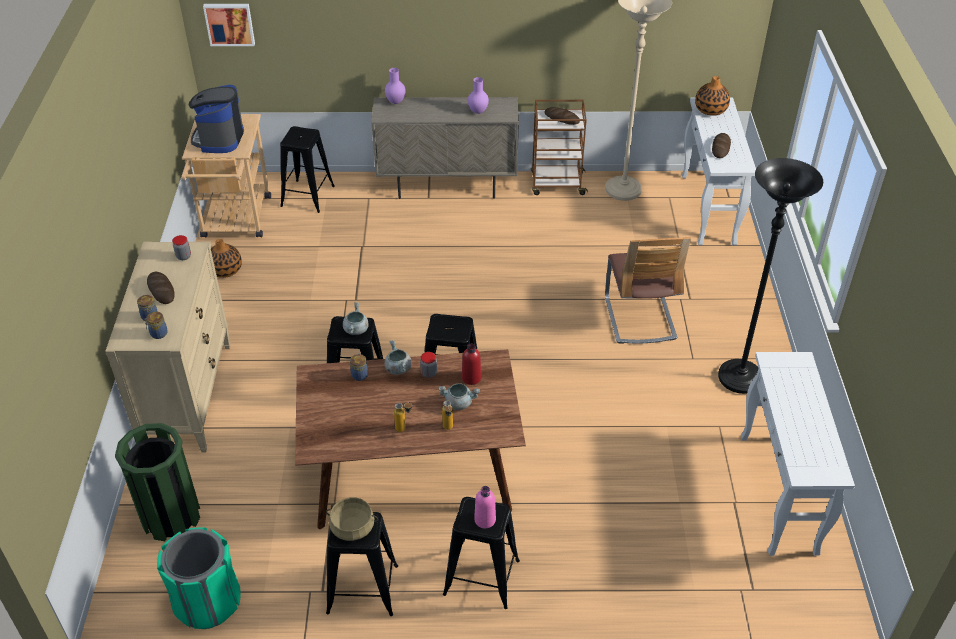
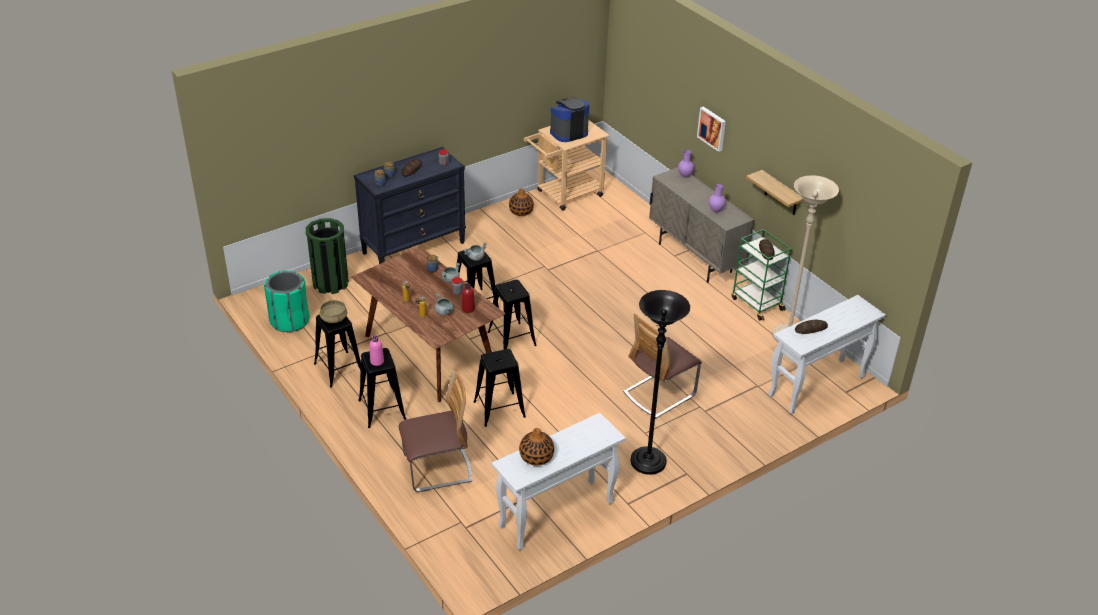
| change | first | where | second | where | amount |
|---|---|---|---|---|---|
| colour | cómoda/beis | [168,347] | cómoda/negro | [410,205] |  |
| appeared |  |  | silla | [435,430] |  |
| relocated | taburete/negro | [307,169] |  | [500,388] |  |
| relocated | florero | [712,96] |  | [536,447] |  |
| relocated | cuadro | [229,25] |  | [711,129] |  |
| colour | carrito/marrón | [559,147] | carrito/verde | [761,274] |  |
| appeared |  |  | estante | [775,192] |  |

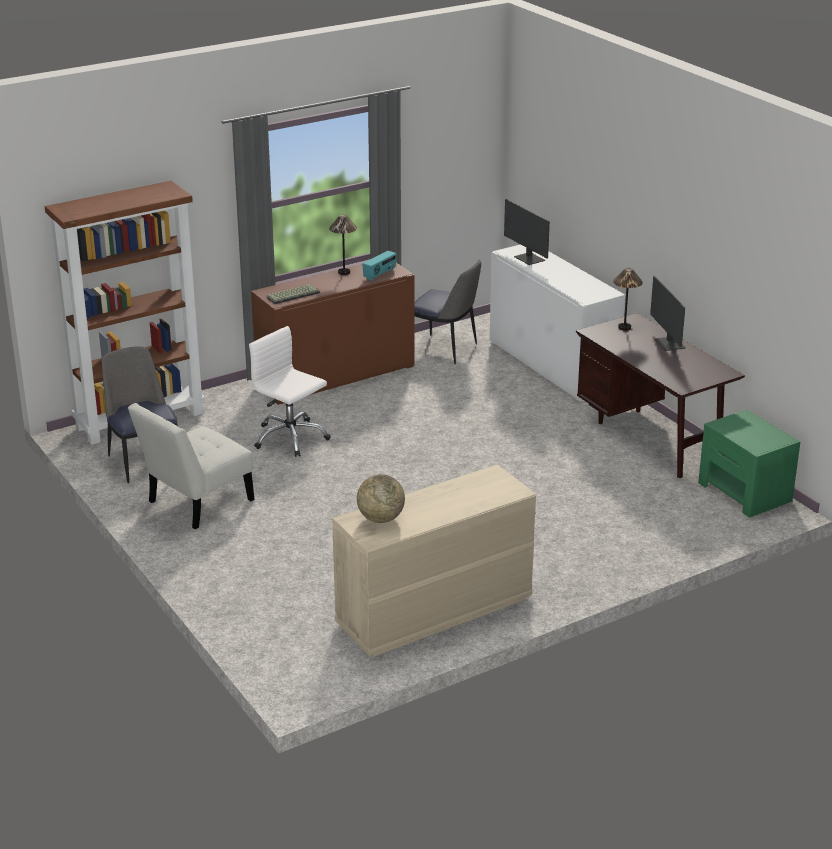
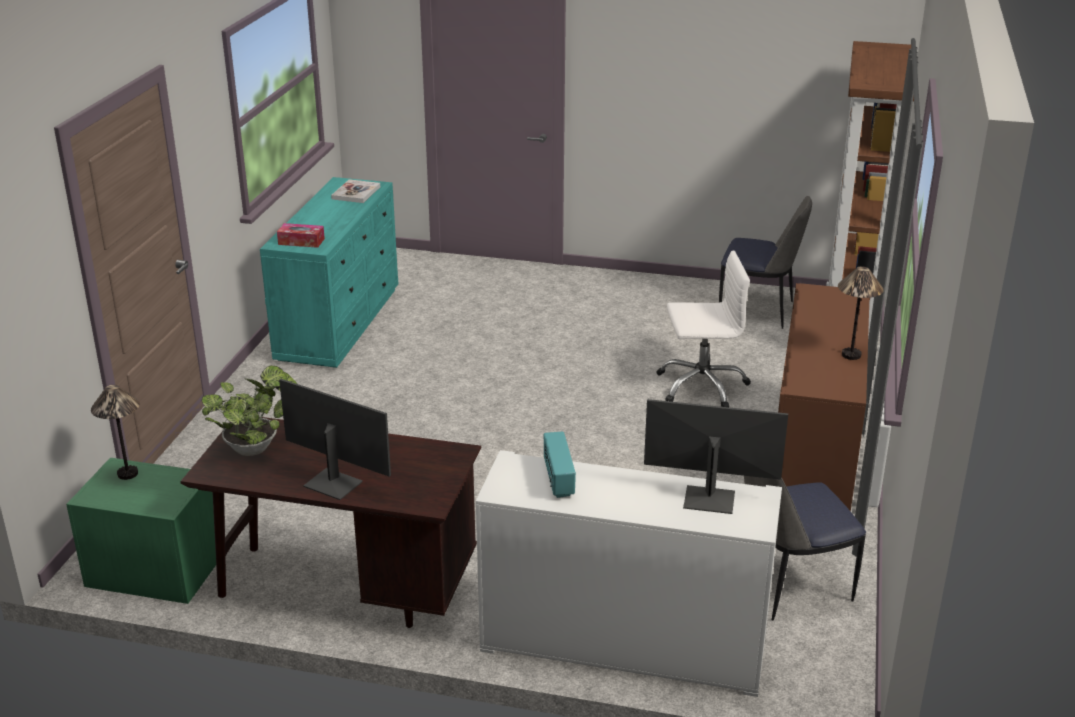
| change | first | where | second | where | amount |
|---|---|---|---|---|---|
| relocated | lámpara de mesa | [628,299] |  | [115,432] |  |
| appeared |  |  | planta en maceta | [249,410] |  |
| colour | cómoda/beis | [434,560] | cómoda/turquesa | [329,272] |  |
| appeared |  |  | caja de pañuelos | [301,235] |  |
| exchanged | globo terráqueo | [381,498] | libro | [355,191] |  |
| relocated | radio | [379,266] |  | [560,465] |  |
| missing | silla/blanco | [191,466] |  |  |  |
| missing | teclado | [293,294] |  |  |  |

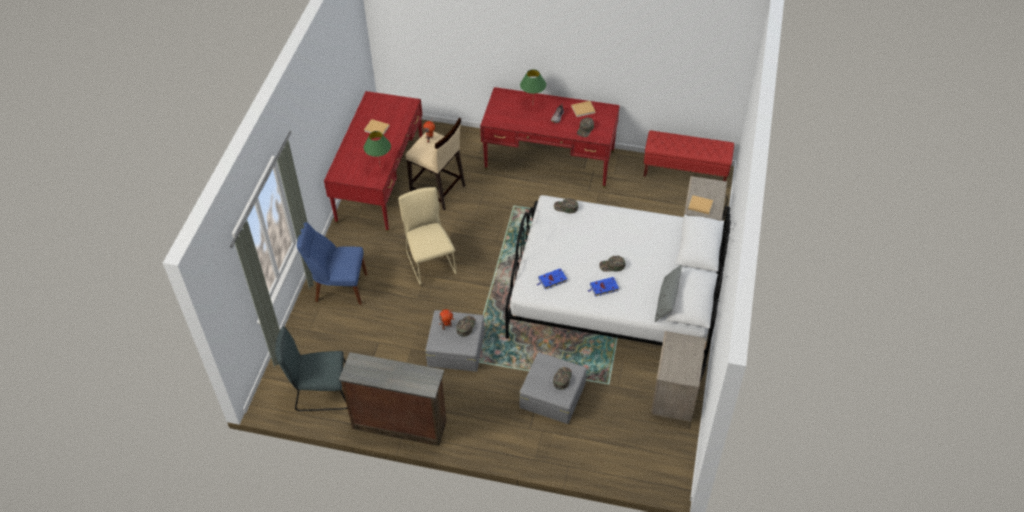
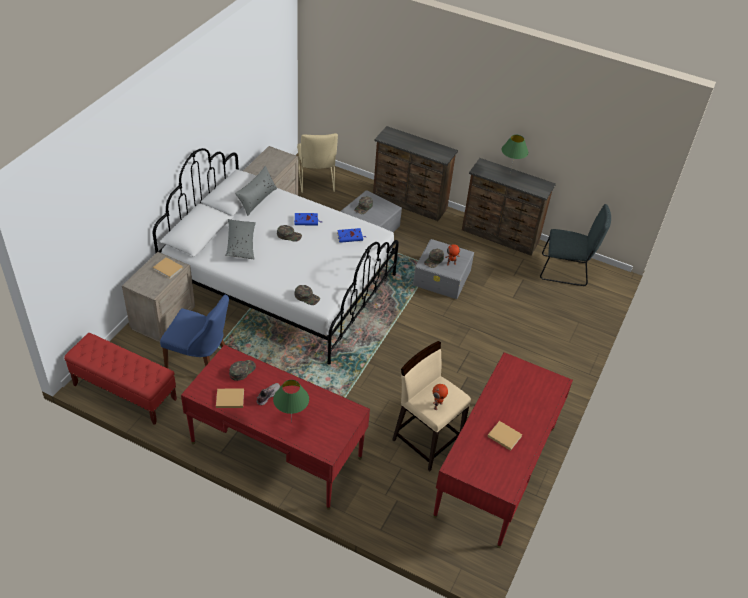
| change | first | where | second | where | amount |
|---|---|---|---|---|---|
| relocated | silla/azul | [332,263] |  | [194,331] |  |
| appeared |  |  | cojín/gris | [240,239] |  |
| relocated | silla/beis | [427,236] |  | [317,163] |  |
| appeared |  |  | cómoda/marrón | [415,173] |  |
| relocated | lámpara de mesa/verde | [377,147] |  | [515,154] |  |

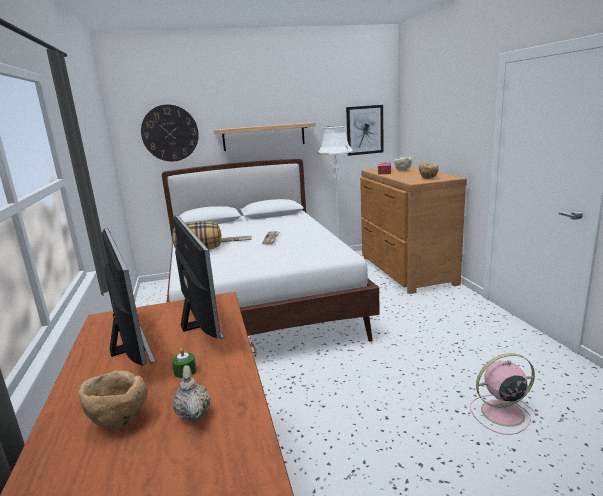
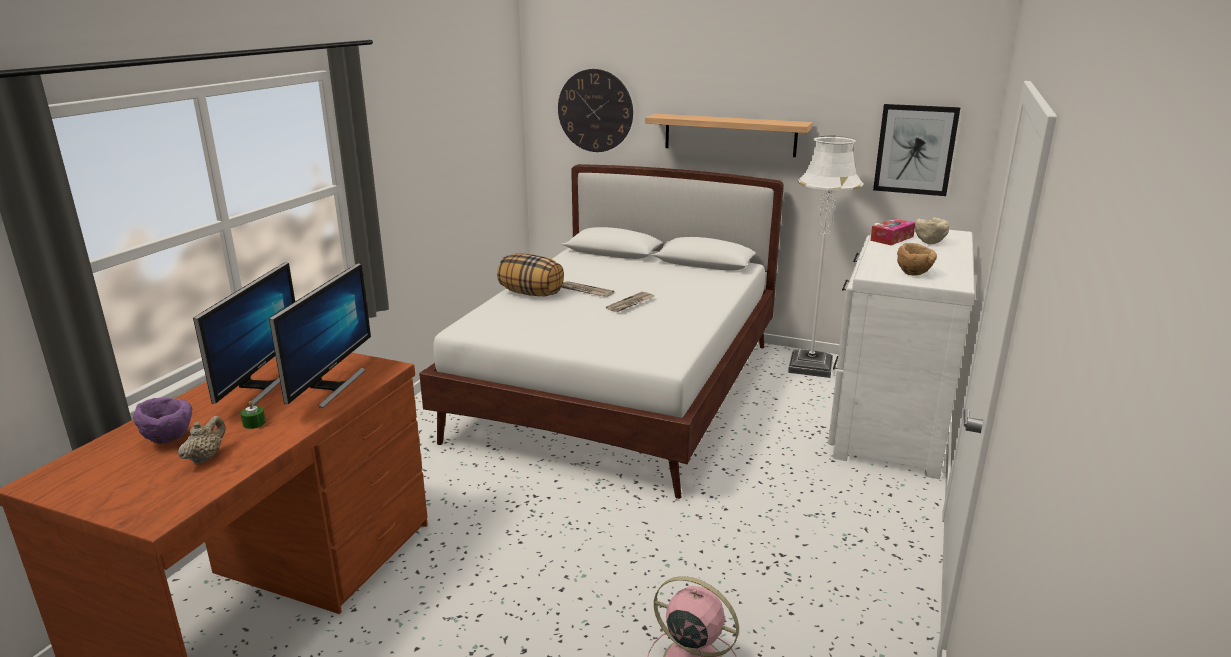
| change | first | where | second | where | amount |
|---|---|---|---|---|---|
| colour | cuenco/marrón | [113,399] | cuenco/morado | [162,421] |  |
| colour | cómoda/marrón | [413,230] | cómoda/blanco | [901,351] |  |

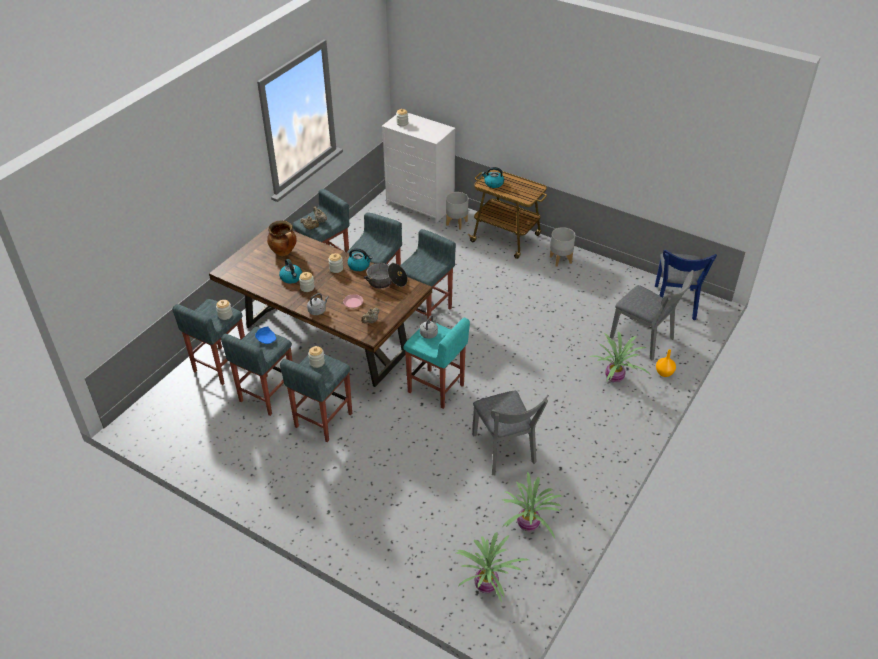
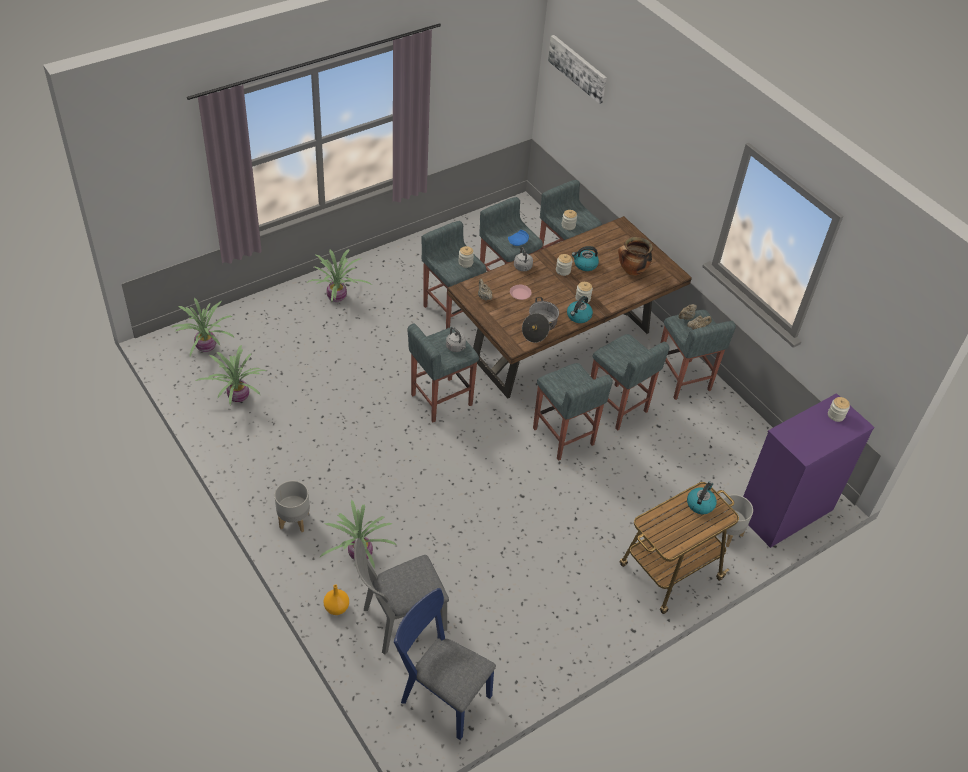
| change | first | where | second | where | amount |
|---|---|---|---|---|---|
| relocated | maceta/gris | [562,247] |  | [292,506] |  |
| appeared |  |  | planta en maceta | [339,275] |  |
| colour | taburete/turquesa | [437,363] | taburete/gris | [443,372] |  |
| appeared |  |  | cuadro | [577,69] |  |
| colour | cómoda/blanco | [419,167] | cómoda/morado | [809,470] |  |
| missing | silla/gris | [510,433] |  |  |  |

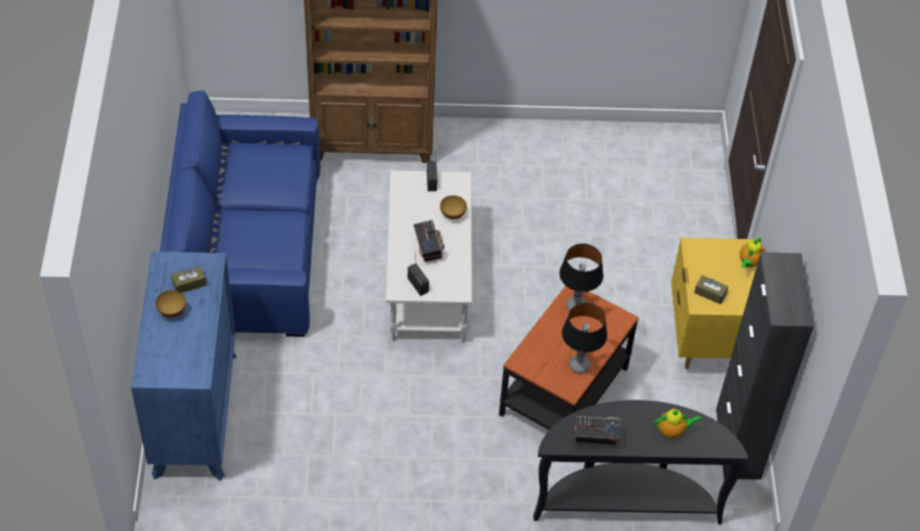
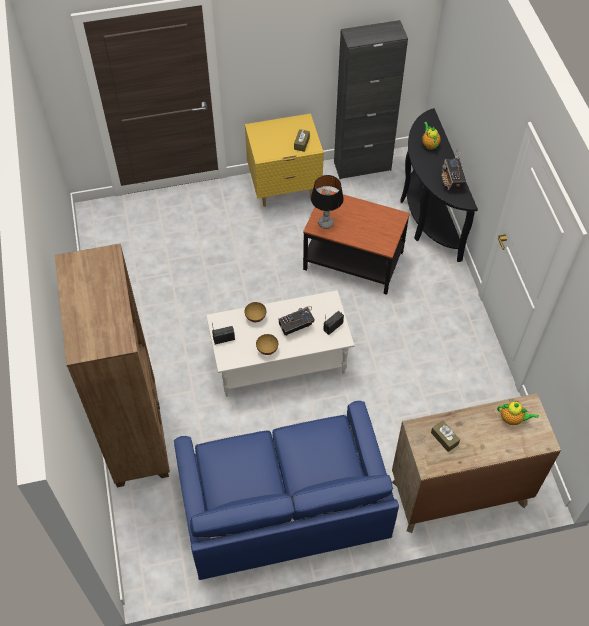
| change | first | where | second | where | amount |
|---|---|---|---|---|---|
| relocated | cuenco | [171,304] |  | [267,344] |  |
| colour | cómoda/azul | [184,366] | cómoda/marrón | [476,463] |  |
| relocated | tetera | [752,252] |  | [518,413] |  |
| missing | lámpara de mesa | [584,338] |  |  |  |

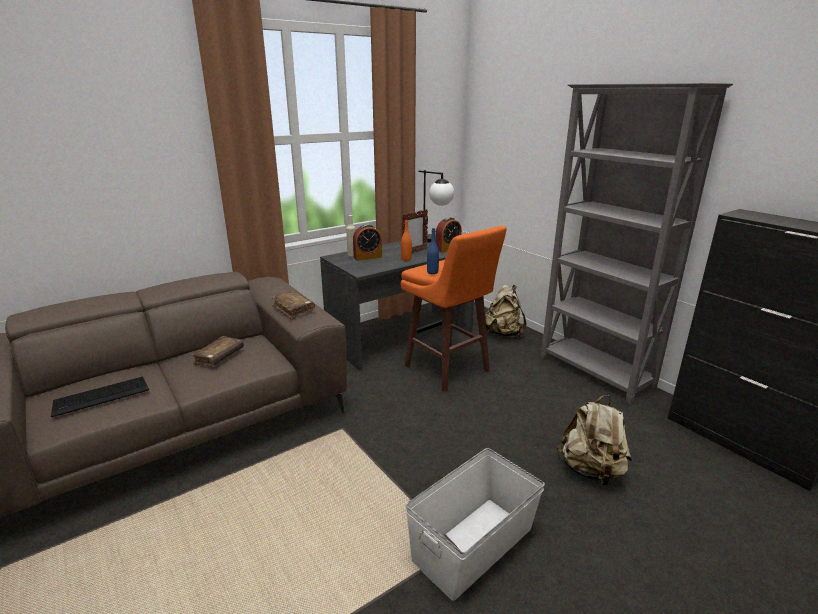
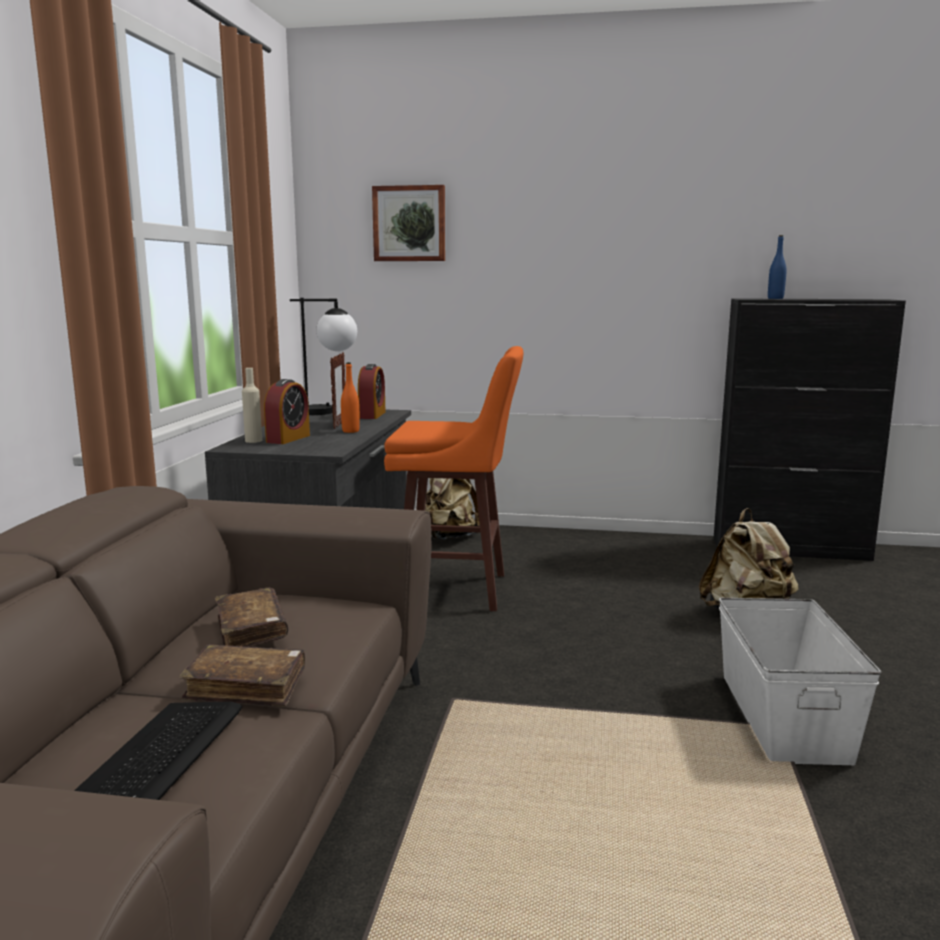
| change | first | where | second | where | amount |
|---|---|---|---|---|---|
| relocated | libro/marrón | [293,305] |  | [242,675] |  |
| appeared |  |  | cuadro | [408,223] |  |
| relocated | botella/azul | [433,251] |  | [777,267] |  |
| missing | estantería/gris | [637,243] |  |  |  |

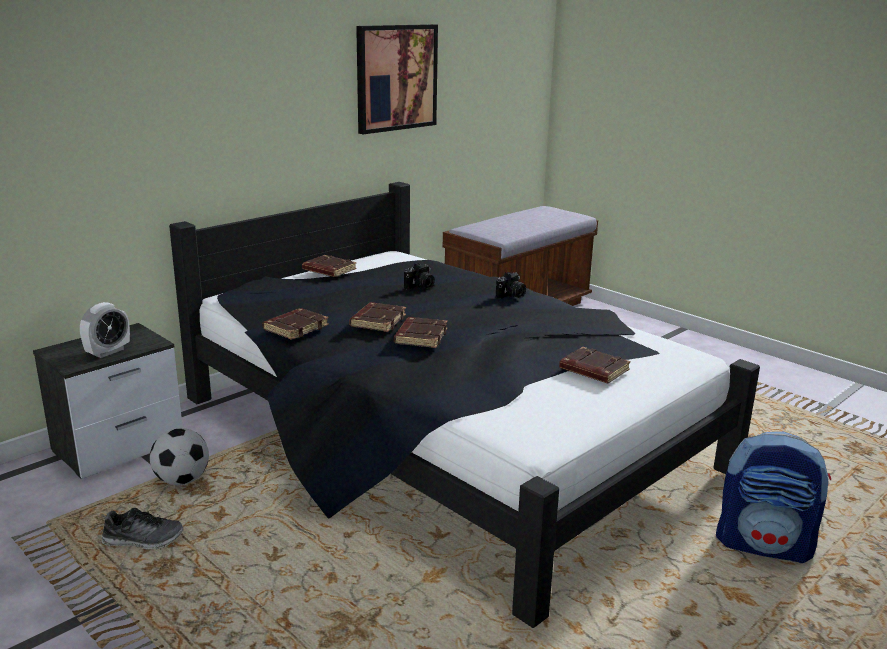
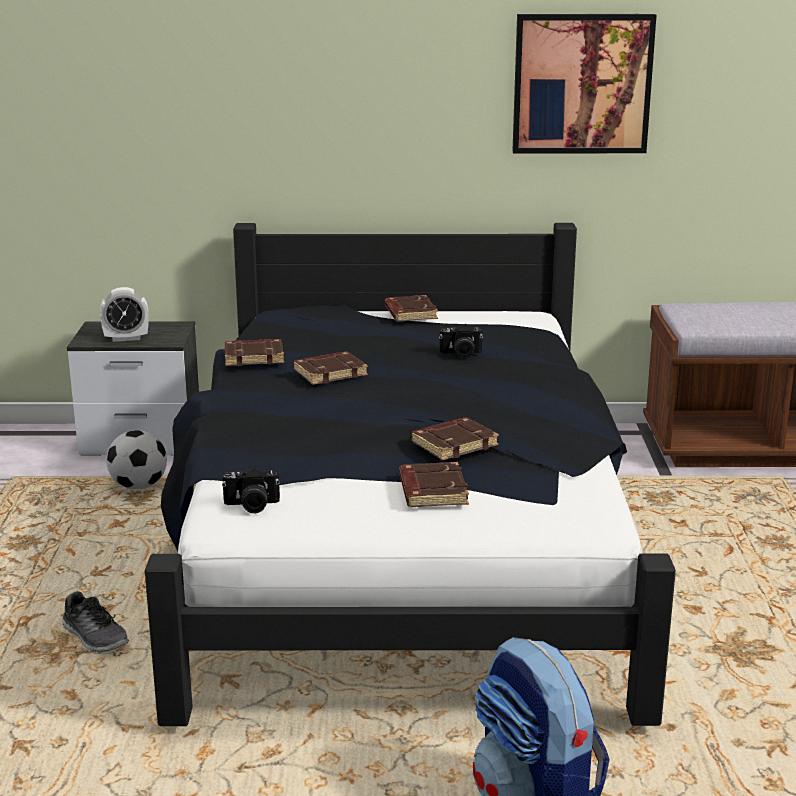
| change | first | where | second | where | amount |
|---|---|---|---|---|---|
| relocated | zapato | [142,529] |  | [95,622] |  |
| relocated | cámara | [511,285] |  | [251,489] |  |
| relocated | libro/marrón | [421,332] |  | [455,439] |  |

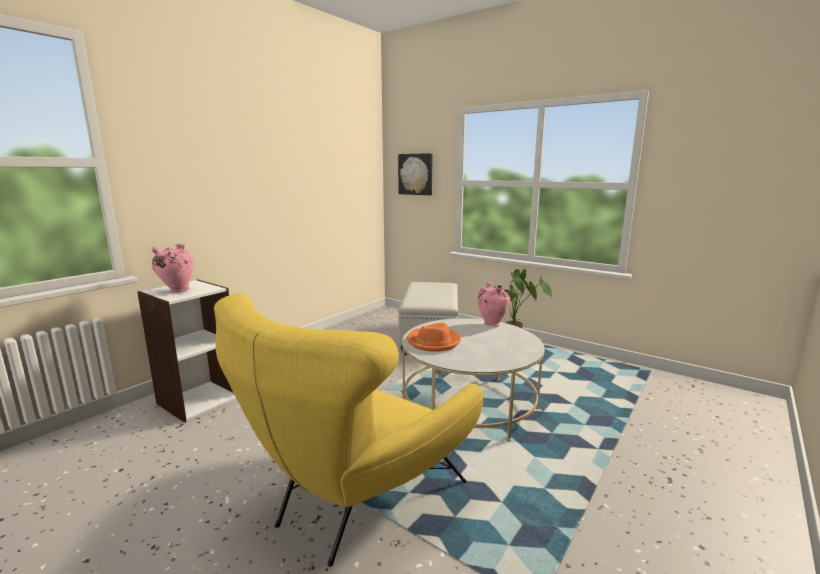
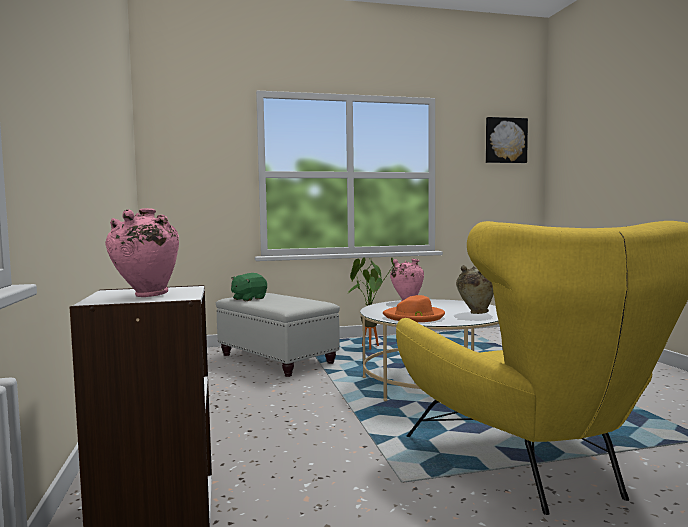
| change | first | where | second | where | amount |
|---|---|---|---|---|---|
| appeared |  |  | peluche/verde | [249,287] |  |
| appeared |  |  | florero/beis | [475,289] |  |
| relocated | cuadro | [415,174] |  | [507,140] |  |

